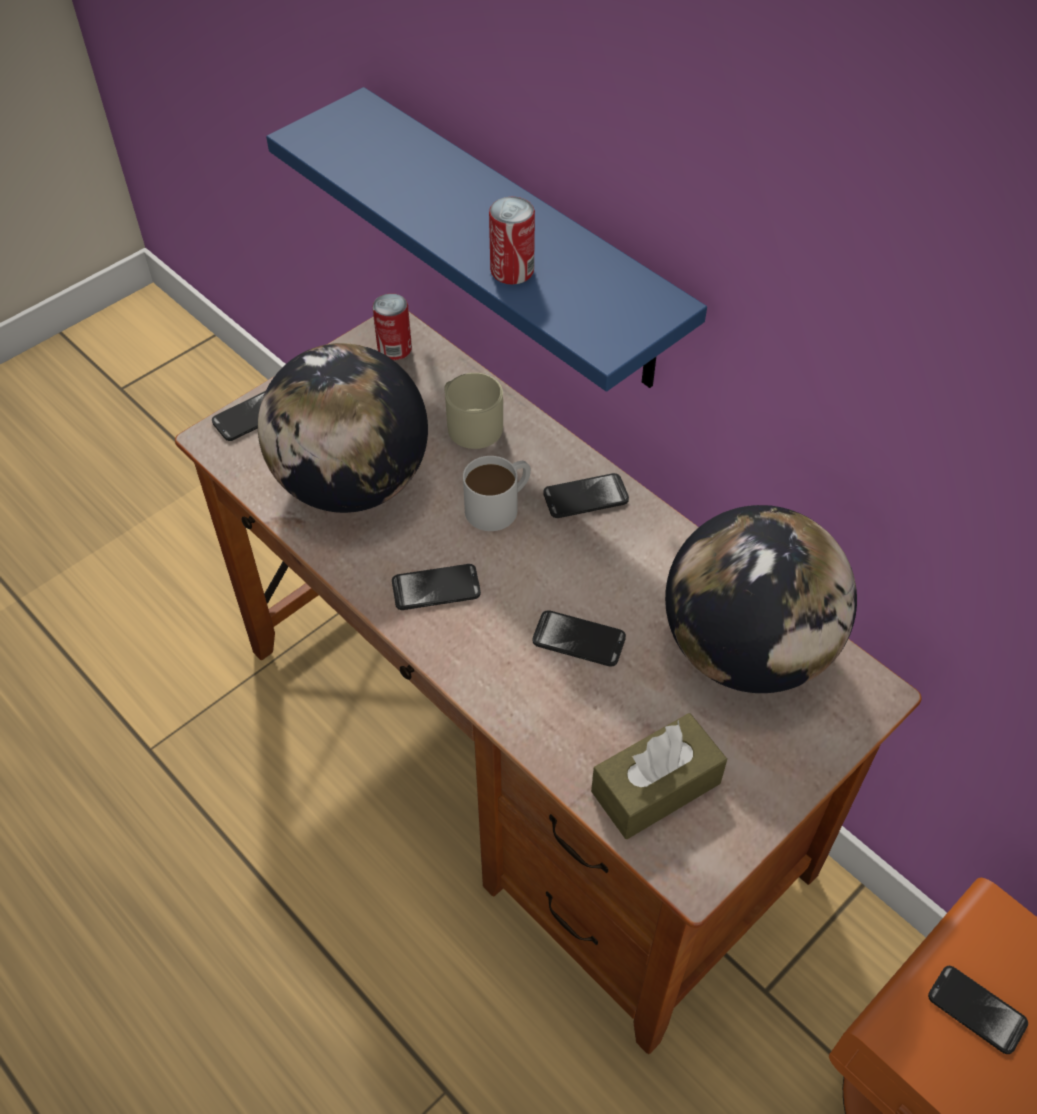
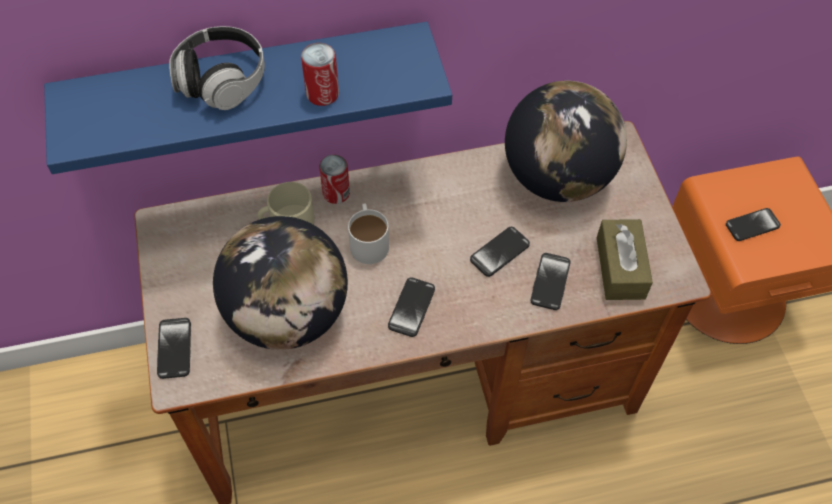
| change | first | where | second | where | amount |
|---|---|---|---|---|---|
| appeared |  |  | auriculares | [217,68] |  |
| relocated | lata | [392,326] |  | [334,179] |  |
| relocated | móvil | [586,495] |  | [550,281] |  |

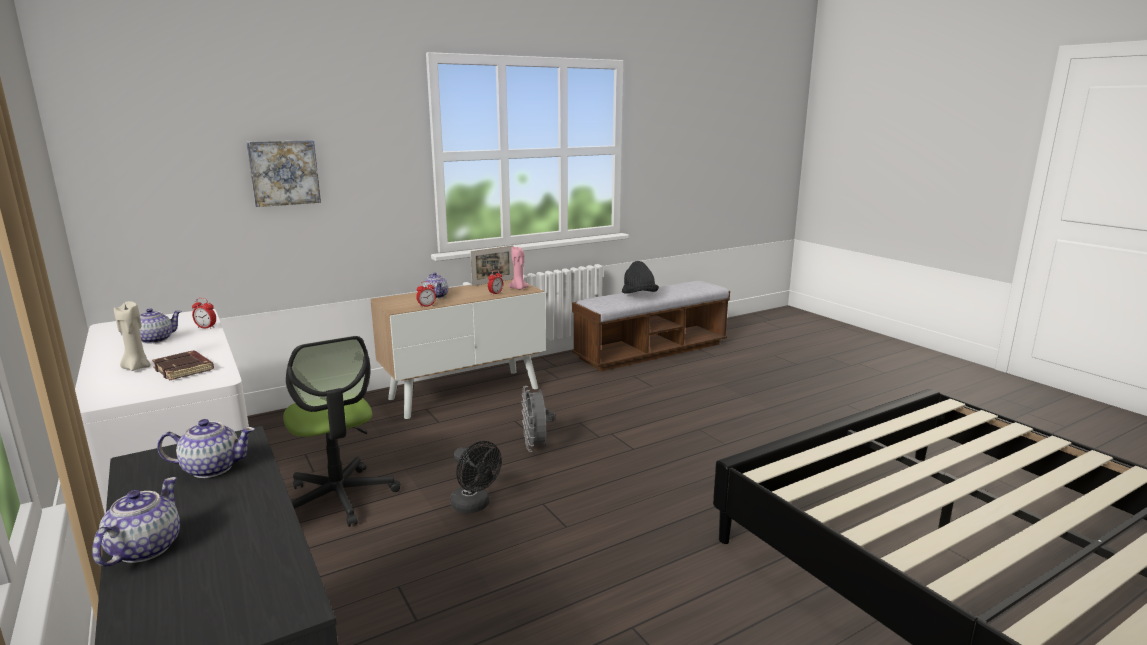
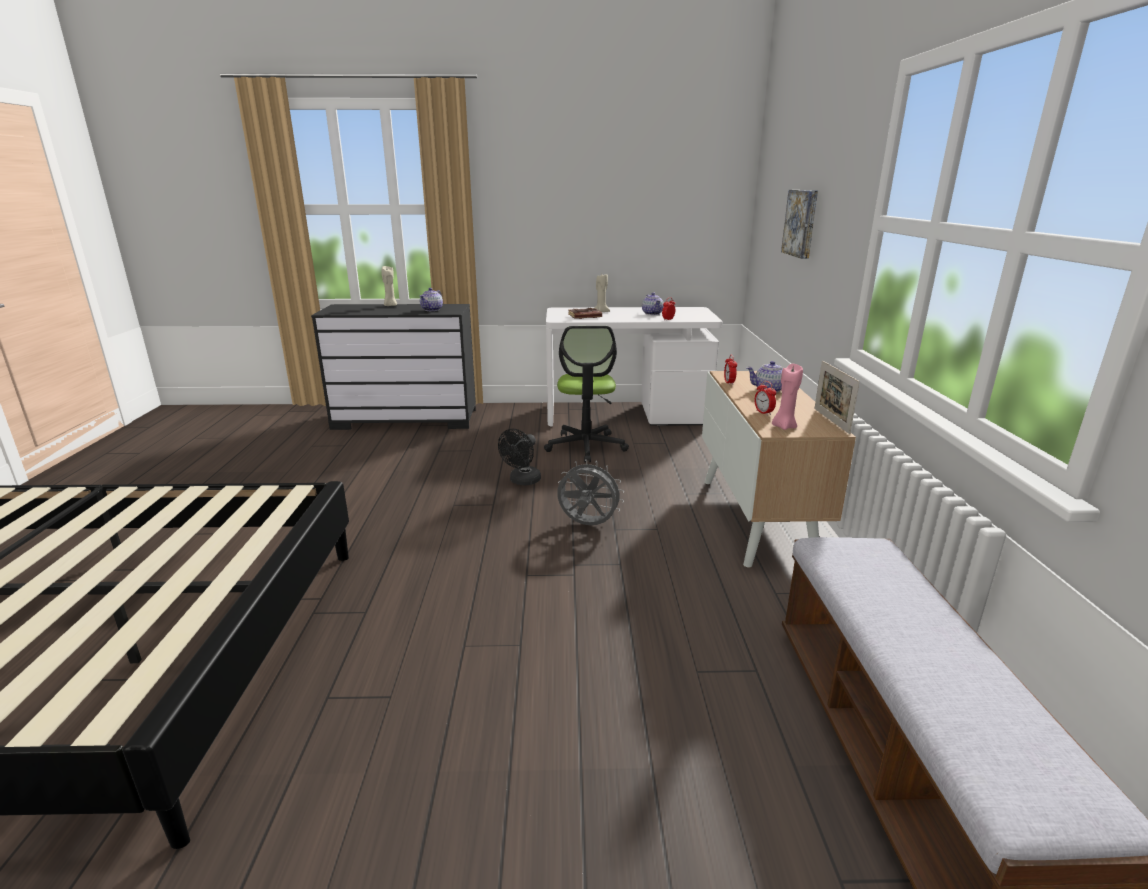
| change | first | where | second | where | amount |
|---|---|---|---|---|---|
| exchanged | tetera | [136,522] | vela/beis | [389,286] |  |
| spun | ventilador/negro | [476,477] |  | [519,457] | 45 degrees counterclockwise |
| spun | silla de oficina | [341,431] |  | [586,394] | 90 degrees counterclockwise |
| missing | sombrero/negro | [640,277] |  |  |  |

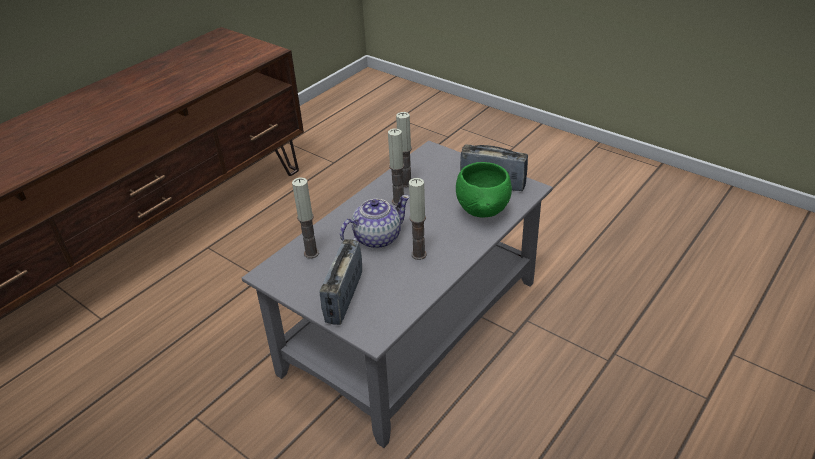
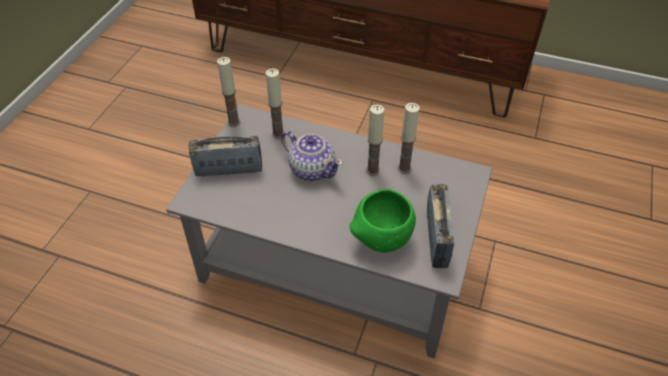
| change | first | where | second | where | amount |
|---|---|---|---|---|---|
| relocated | vela | [418,219] |  | [229,92] |  |

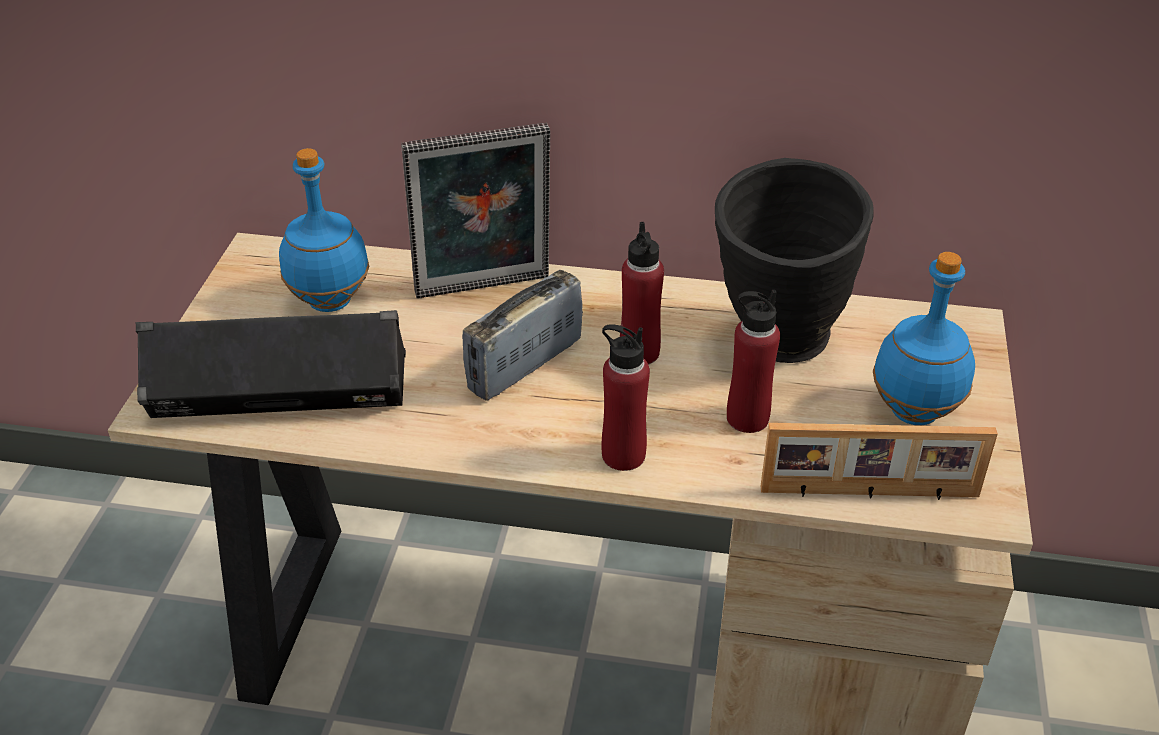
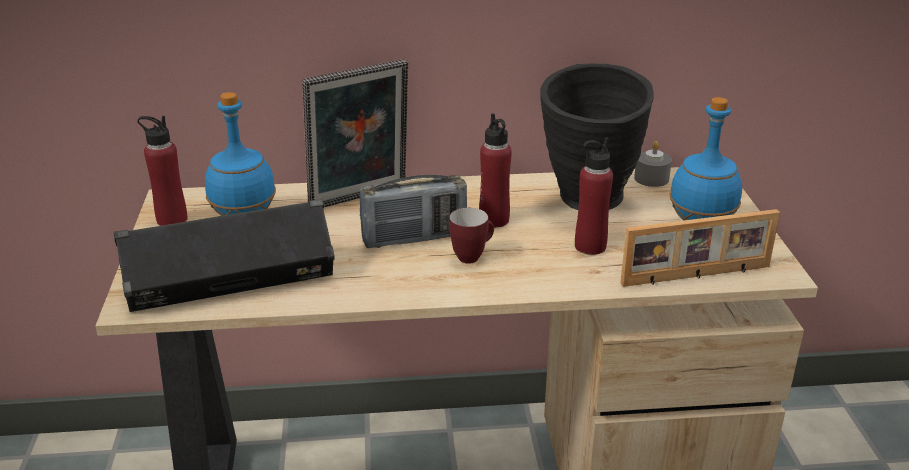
| change | first | where | second | where | amount |
|---|---|---|---|---|---|
| relocated | botella/rojo | [625,397] |  | [162,171] |  |
| spun | radio | [522,335] |  | [413,211] | 135 degrees counterclockwise |
| appeared |  |  | taza grande | [471,236] |  |
| appeared |  |  | vela/gris | [653,164] |  |

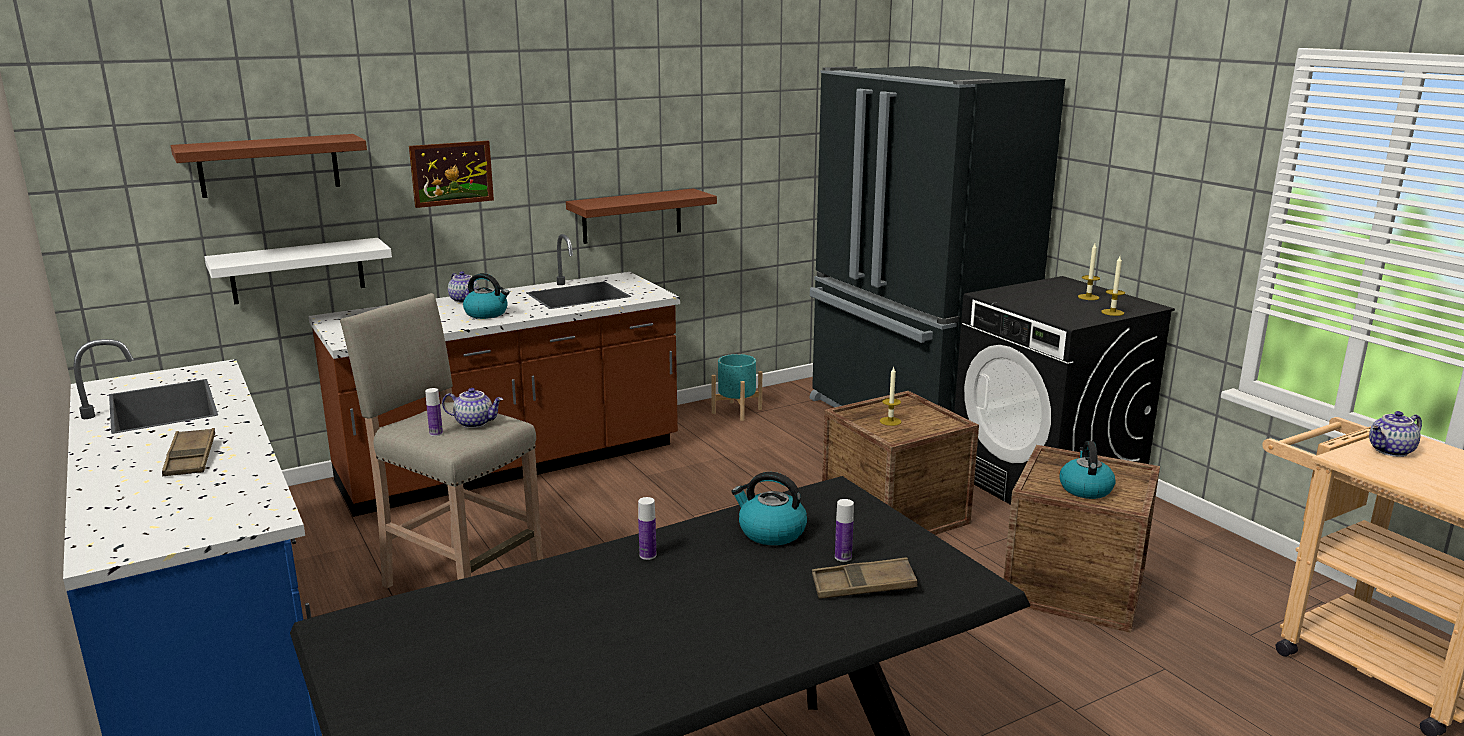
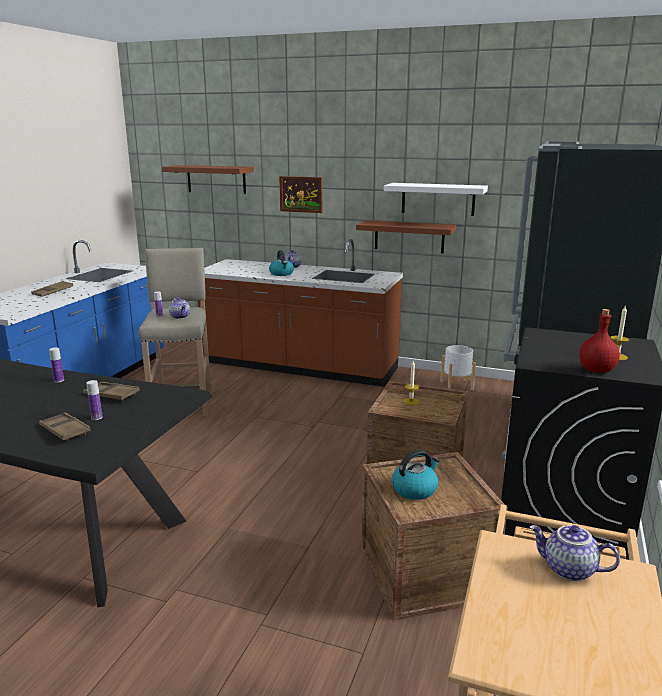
| change | first | where | second | where | amount |
|---|---|---|---|---|---|
| exchanged | hervidor | [769,508] | bandeja/marrón | [111,391] |  |
| relocated | estante/blanco | [298,271] |  | [436,199] |  |
| colour | maceta/turquesa | [736,387] | maceta/blanco | [458,367] |  |
| exchanged | vela | [1113,286] | botella/rojo | [599,341] |  |

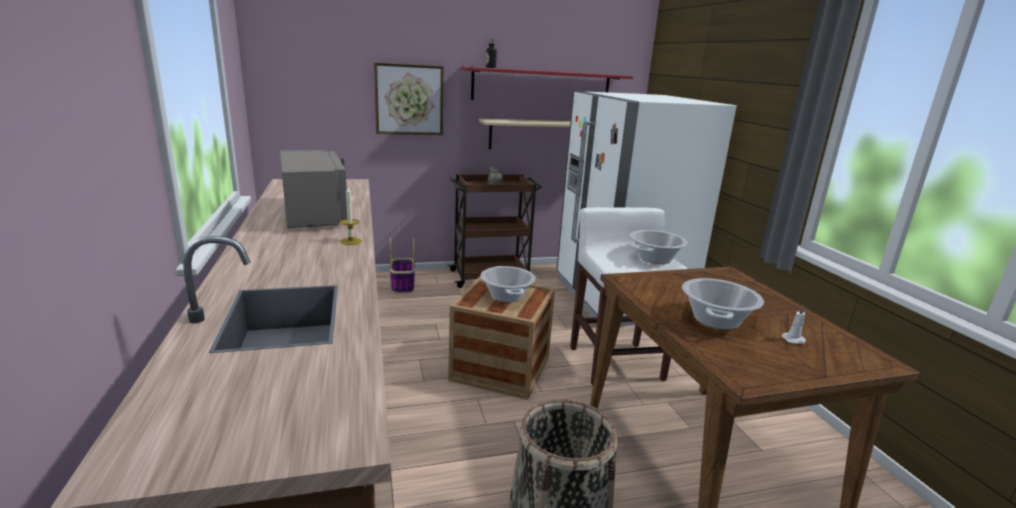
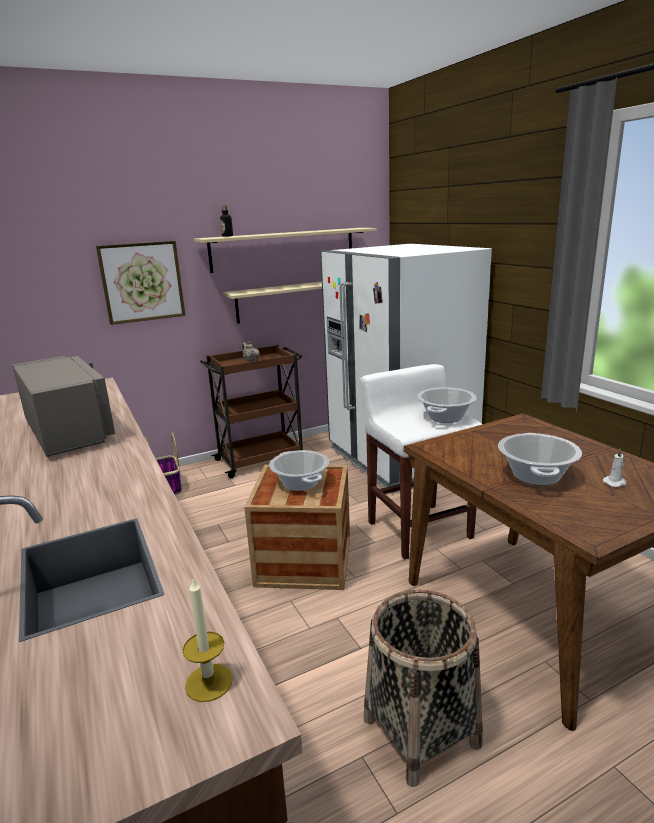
| change | first | where | second | where | amount |
|---|---|---|---|---|---|
| relocated | vela | [351,216] |  | [208,639] |  |
| colour | estante/rojo | [546,83] | estante/beis | [285,250] |  |

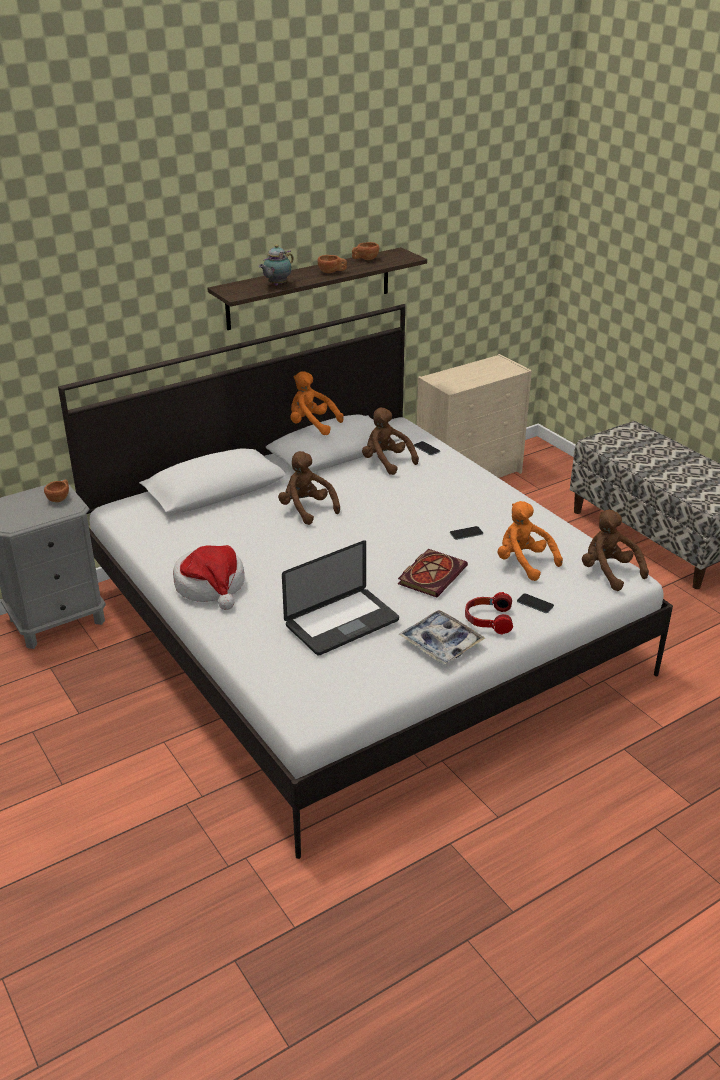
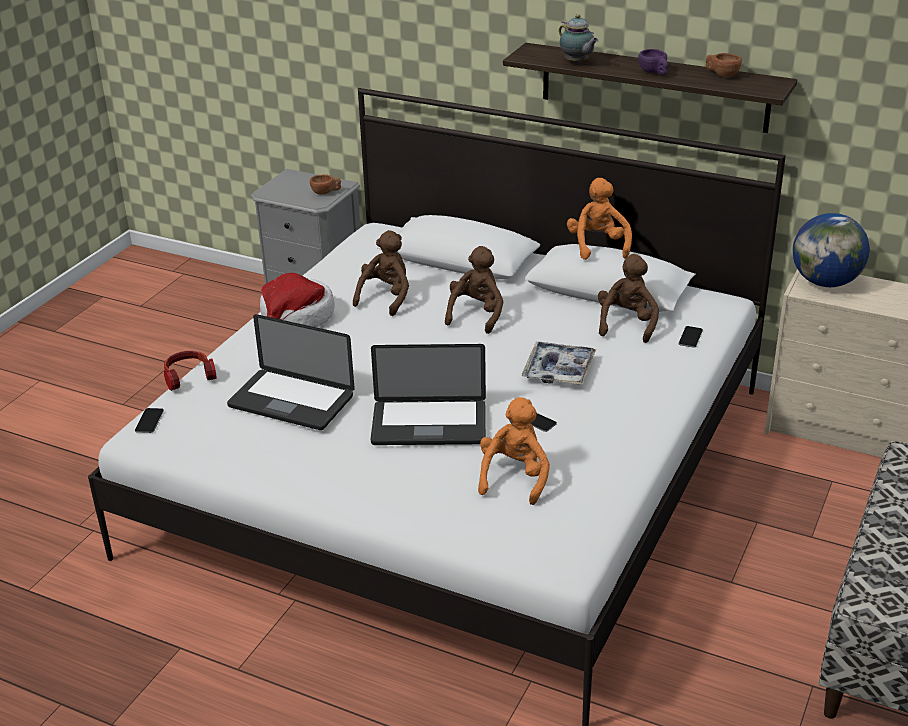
| change | first | where | second | where | amount |
|---|---|---|---|---|---|
| relocated | móvil | [535,603] |  | [149,420] |  |
| relocated | auriculares | [489,613] |  | [190,371] |  |
| relocated | peluche/marrón | [615,550] |  | [381,273] |  |
| exchanged | libro | [433,573] | portátil | [428,394] |  |
| relocated | bandeja | [441,637] |  | [559,363] |  |
| spun | tetera | [276,265] |  | [579,39] | 135 degrees counterclockwise |
| colour | taza/marrón | [332,264] | taza/morado | [653,62] |  |
| appeared |  |  | globo terráqueo | [831,250] |  |

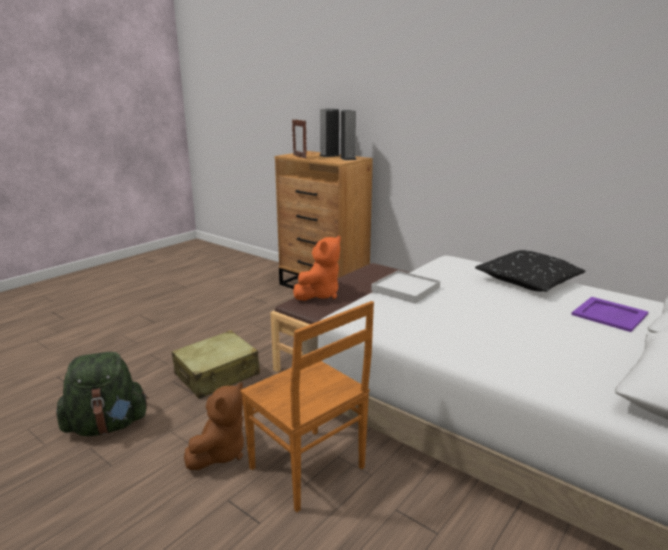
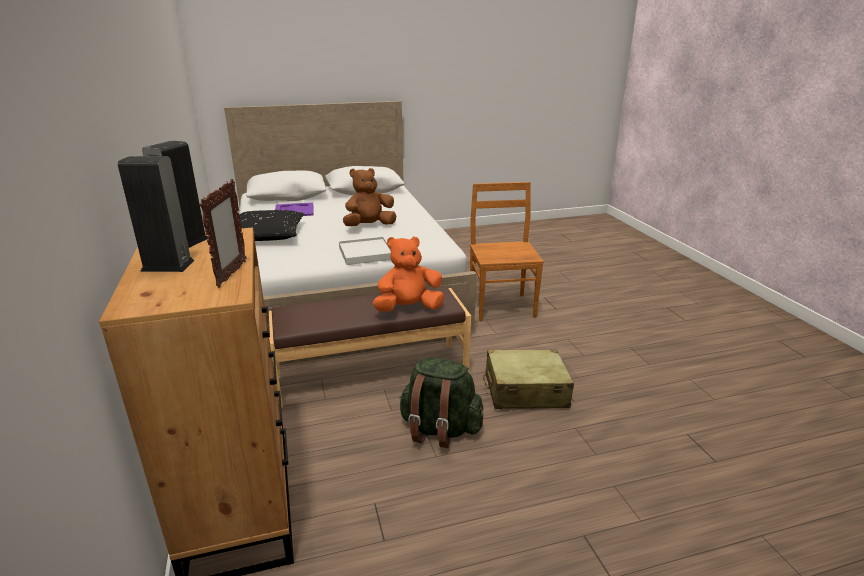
| change | first | where | second | where | amount |
|---|---|---|---|---|---|
| relocated | peluche/marrón | [214,426] |  | [369,197] |  |
| relocated | mochila/verde | [102,394] |  | [441,403] |  |

